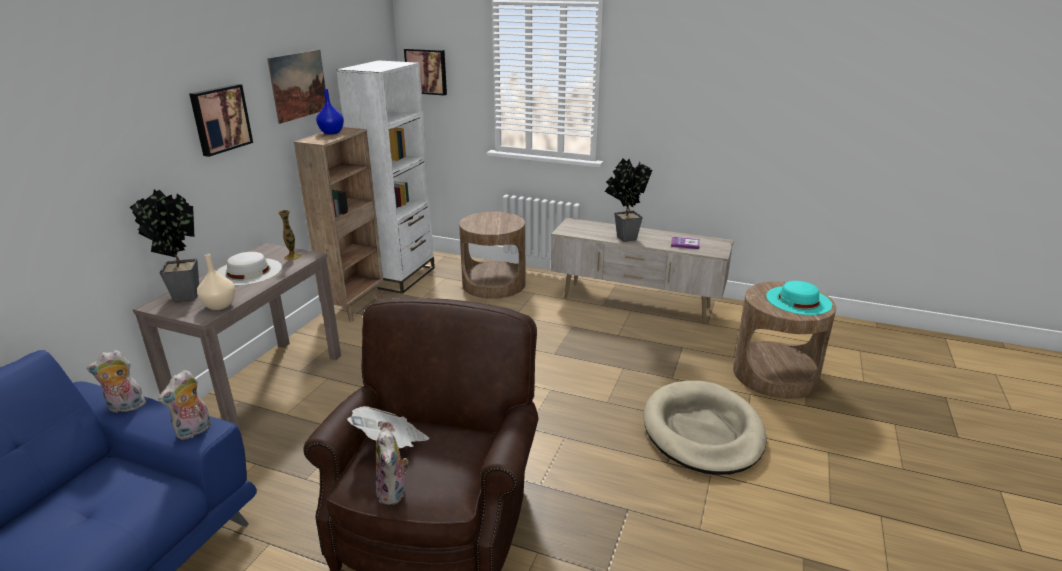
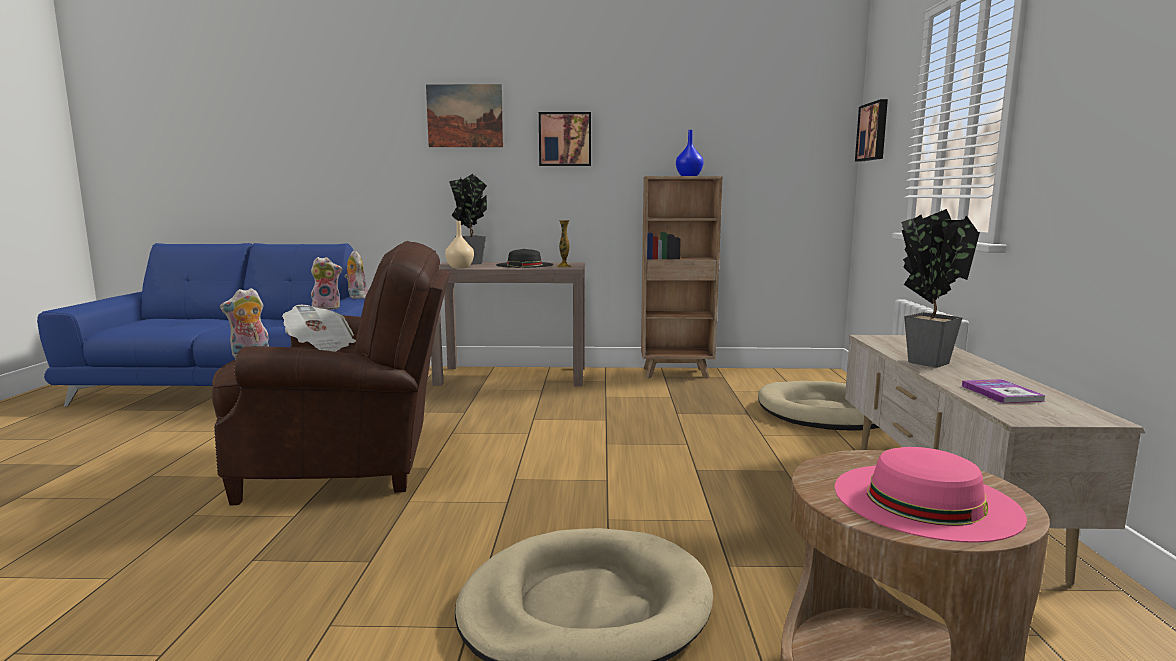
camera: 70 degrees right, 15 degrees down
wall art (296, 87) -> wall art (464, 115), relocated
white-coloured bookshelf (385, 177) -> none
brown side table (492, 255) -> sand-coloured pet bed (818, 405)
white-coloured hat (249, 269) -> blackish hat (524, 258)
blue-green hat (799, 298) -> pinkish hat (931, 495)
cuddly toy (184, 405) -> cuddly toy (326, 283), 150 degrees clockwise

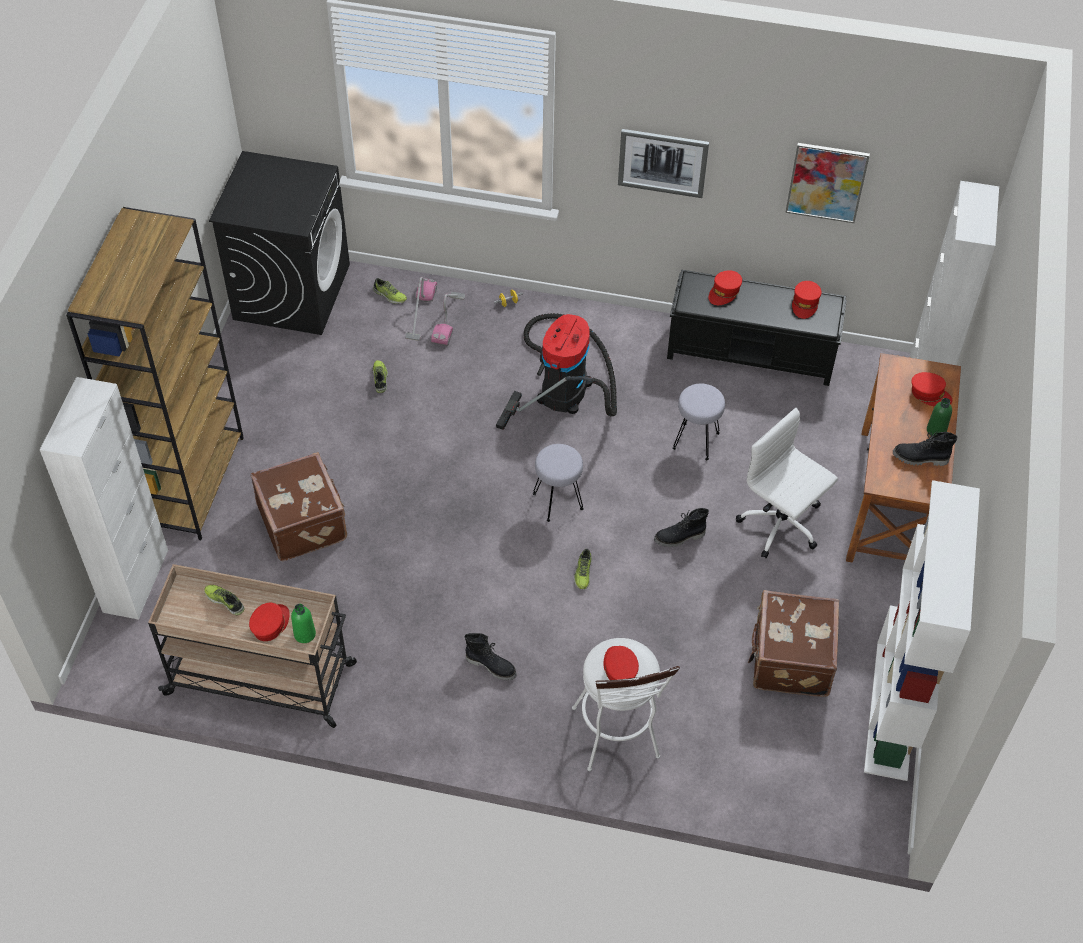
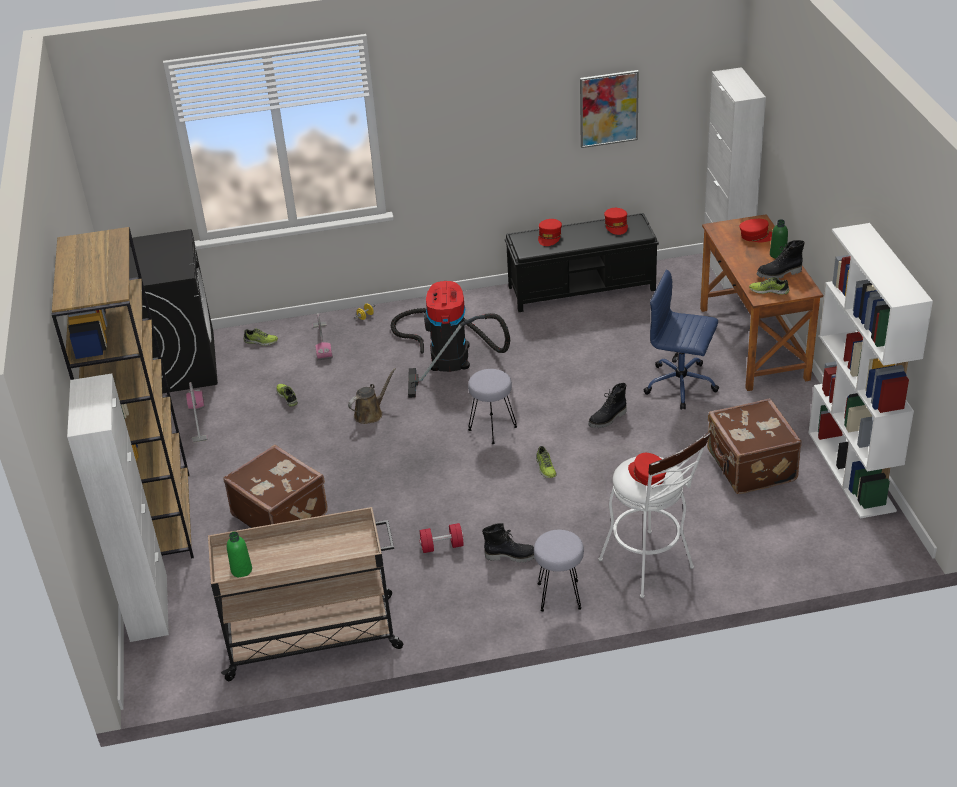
camera: 20 degrees left, 15 degrees down
wall art (663, 163) -> none
hoover (421, 309) -> hoover (197, 412), relocated
grey stool seat (698, 422) -> grey stool seat (559, 571), relocated
white-coloured office chair (787, 483) -> bluish office chair (681, 339)
item of footwear (224, 600) -> item of footwear (769, 286), relocated
red baseball cap (269, 622) -> none
green beverage bottle (303, 623) -> green beverage bottle (239, 555), relocated
none -> brown watering pot (372, 396)
none -> red free weight (441, 538)

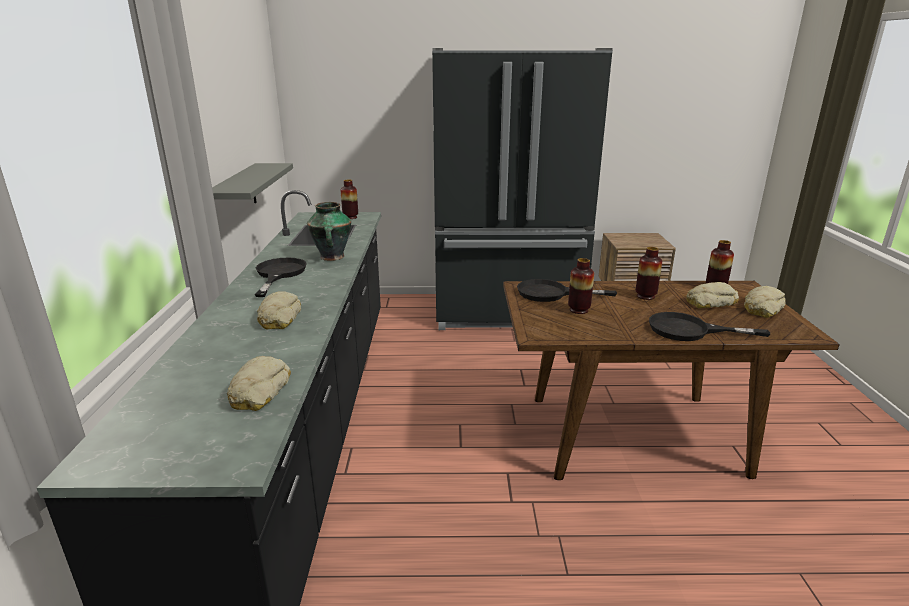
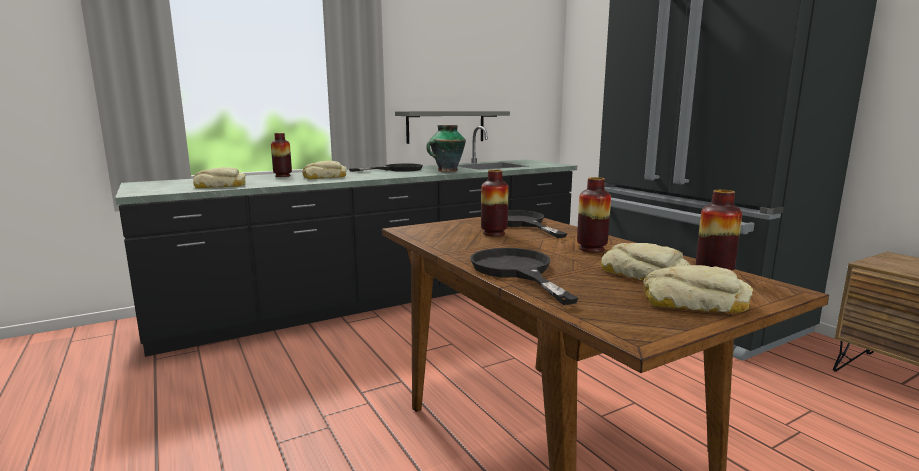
camera: 60 degrees right, 10 degrees down
flower vase (349, 199) -> flower vase (281, 155), relocated

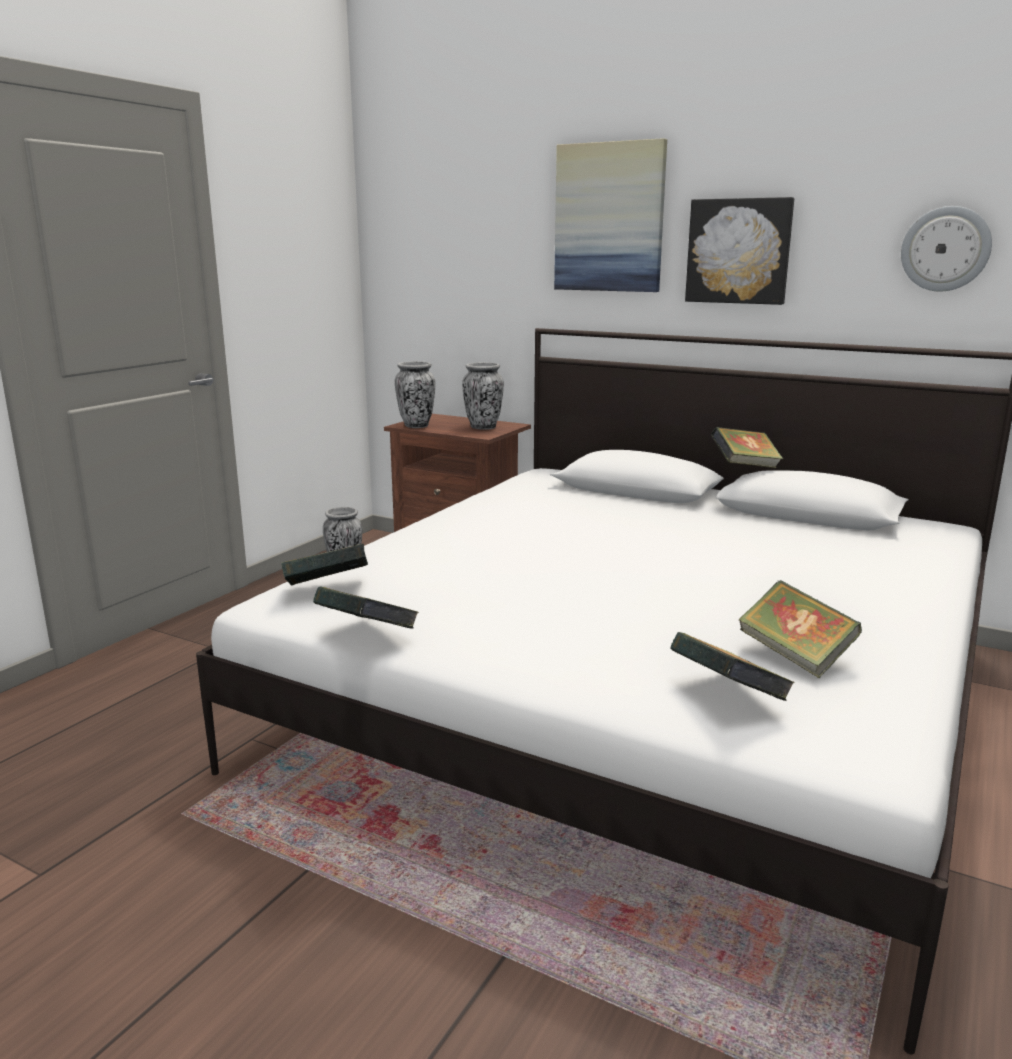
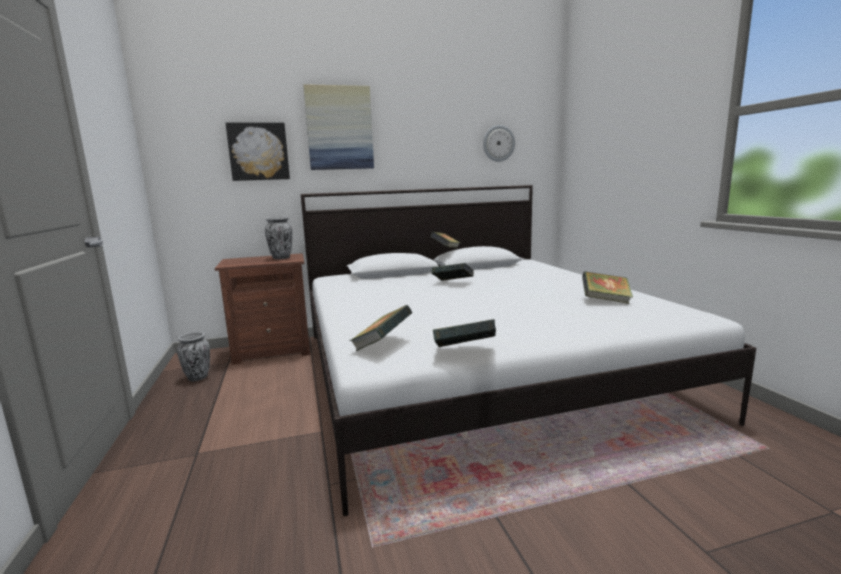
camera: 45 degrees left, 5 degrees down
wall art (739, 251) -> wall art (257, 151), relocated
flower vase (415, 394) -> none
volume (732, 666) -> volume (452, 272), relocated

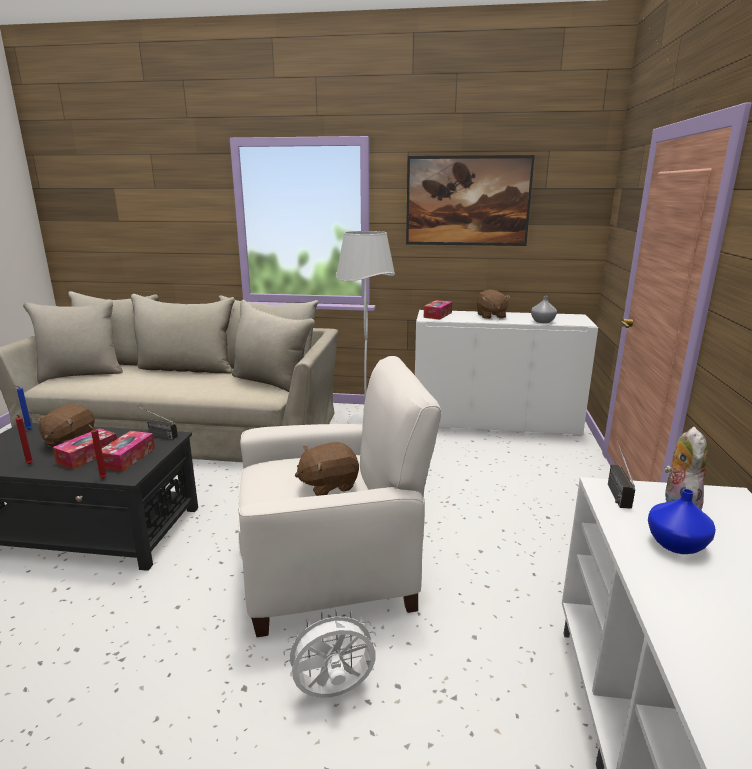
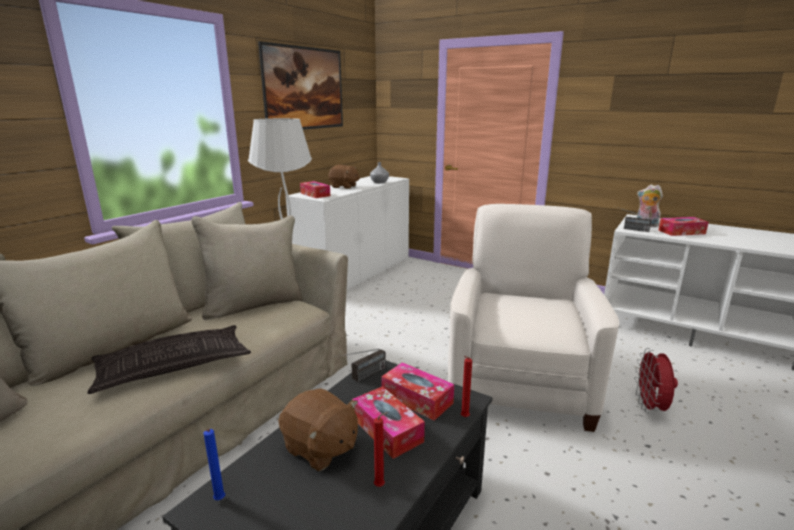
camera: 65 degrees left, 0 degrees up
brown cuddly toy (327, 469) -> none
bluish flower vase (682, 521) -> tissue box (683, 226)
white-coloured electric fan (329, 653) -> red electric fan (656, 380)
none -> throw pillow (169, 359)

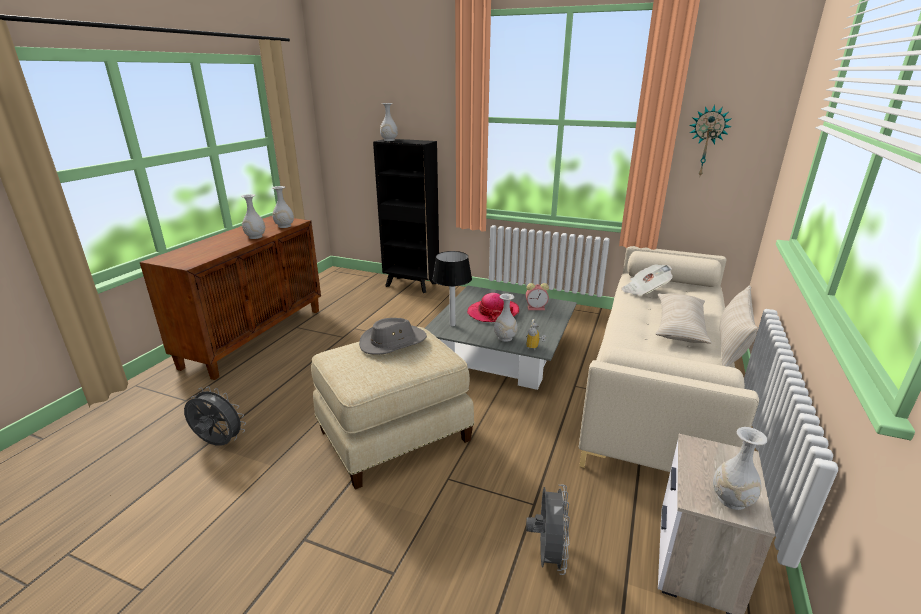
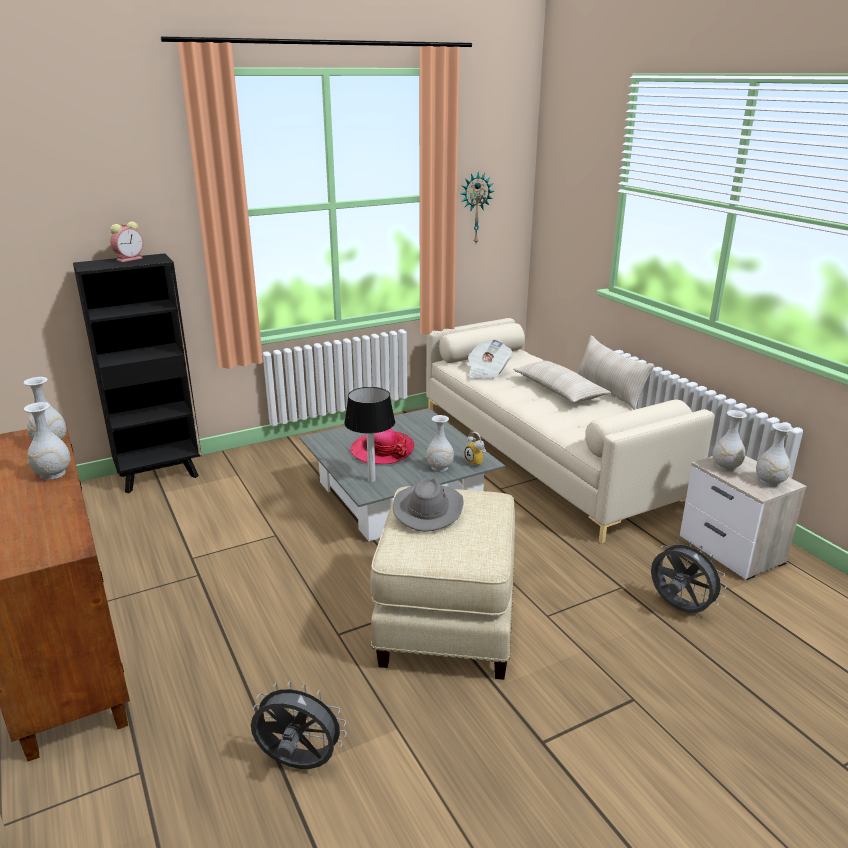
camera: 50 degrees left, 0 degrees up
white-coloured flower vase (389, 122) -> white-coloured flower vase (730, 441), relocated
table clock (537, 296) -> table clock (126, 242), relocated
grey electric fan (215, 416) -> grey electric fan (299, 725), 45 degrees clockwise

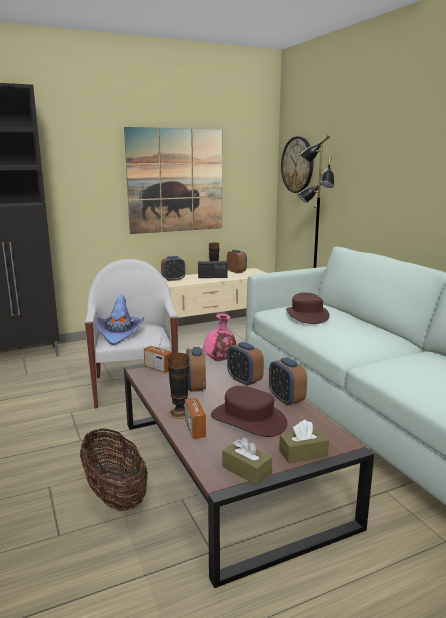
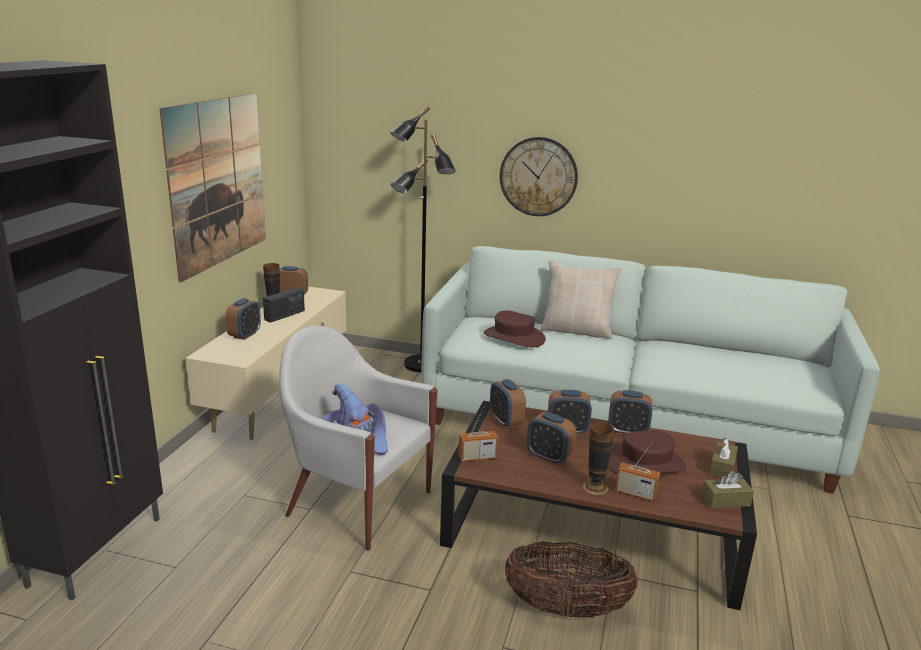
camera: 50 degrees left, 5 degrees up
hanging clock (297, 164) -> hanging clock (539, 176), relocated
pinkish flower vase (219, 337) -> table clock (508, 403)
none -> sand-coloured throw pillow (580, 299)

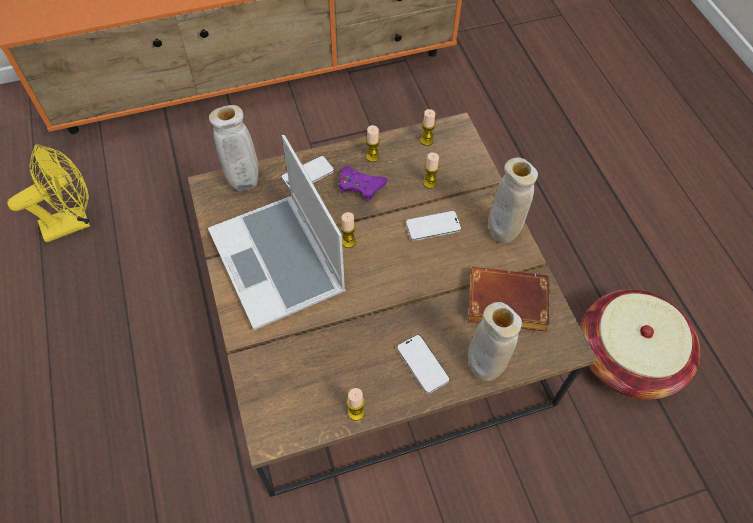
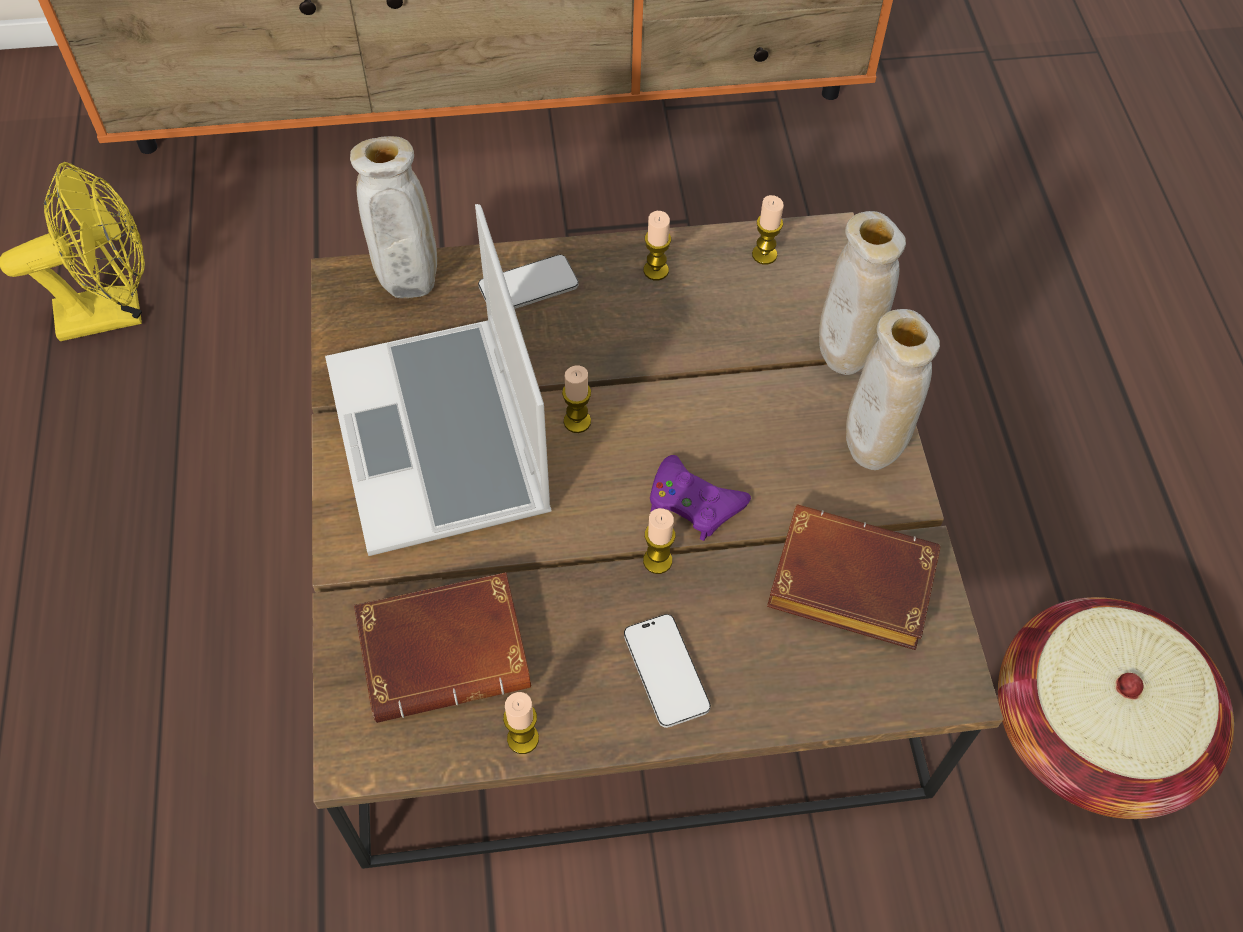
camera: 10 degrees right, 0 degrees up
wax candle (431, 170) -> wax candle (659, 541), relocated
purplish joypad (363, 184) -> purplish joypad (700, 498), relocated
telephone (434, 226) -> none
sand-coloured flower vase (495, 341) -> sand-coloured flower vase (862, 293), relocated
none -> brown volume (442, 647)

